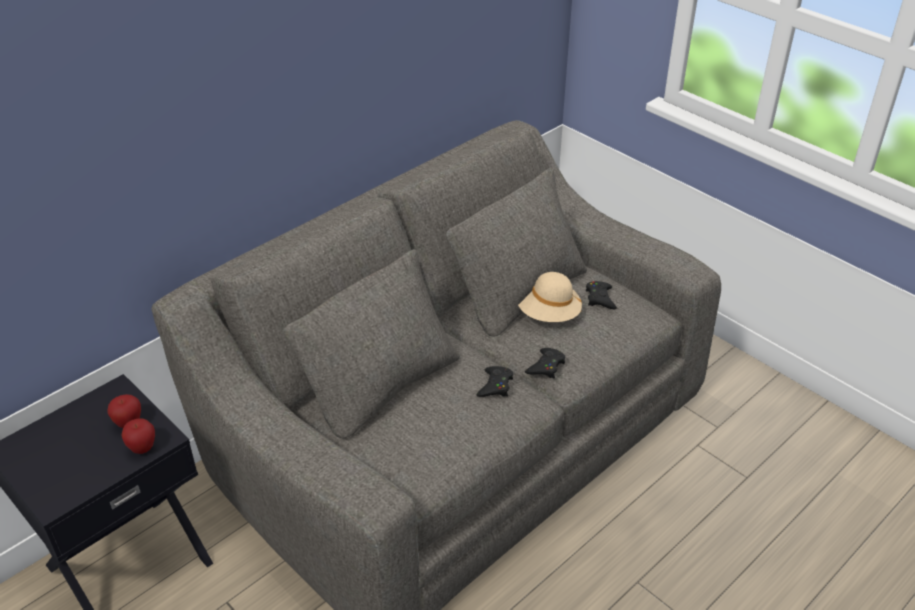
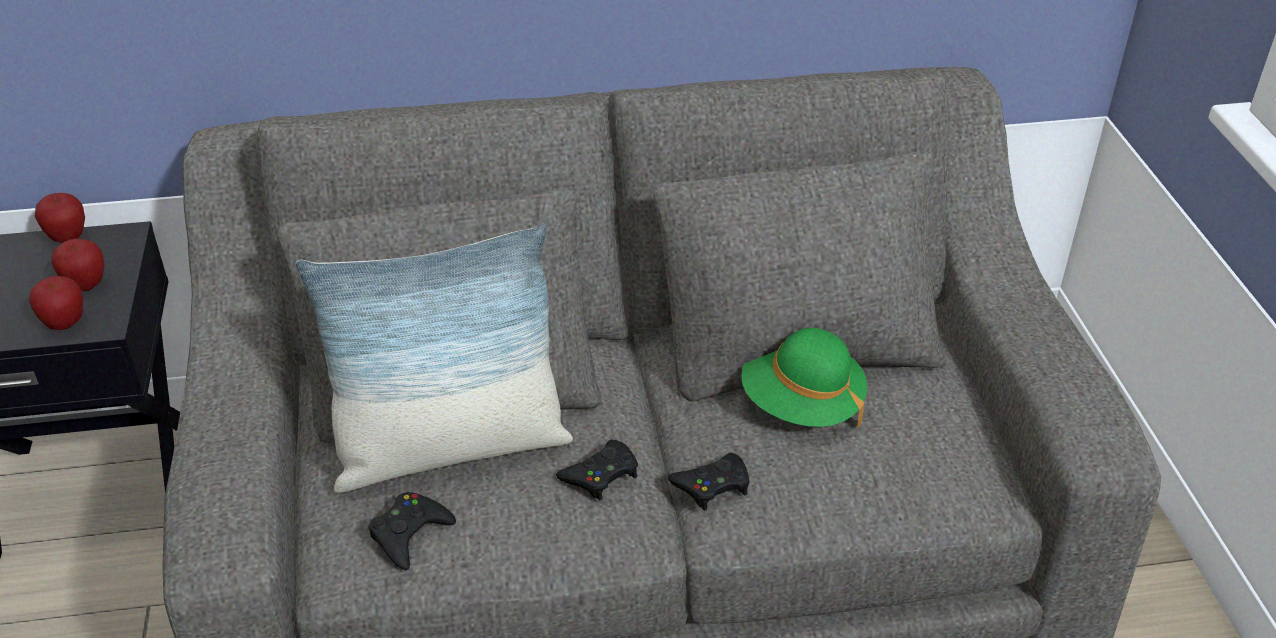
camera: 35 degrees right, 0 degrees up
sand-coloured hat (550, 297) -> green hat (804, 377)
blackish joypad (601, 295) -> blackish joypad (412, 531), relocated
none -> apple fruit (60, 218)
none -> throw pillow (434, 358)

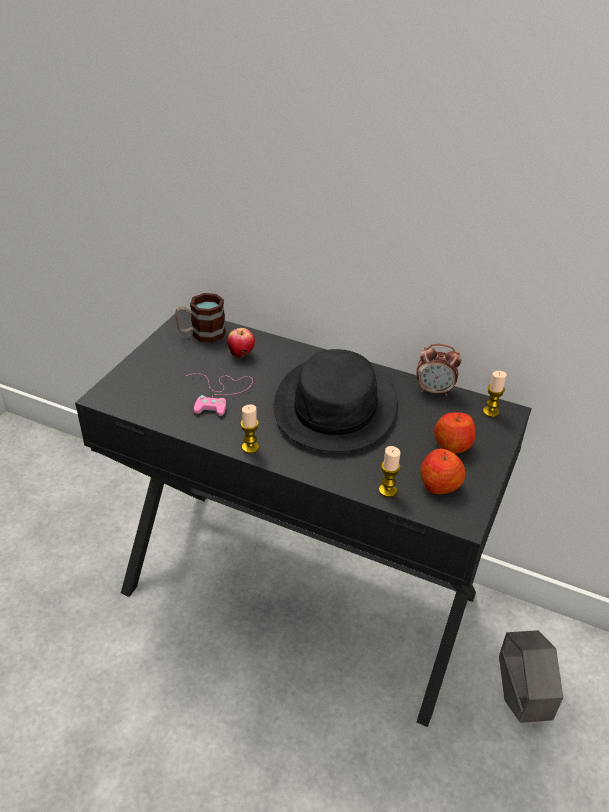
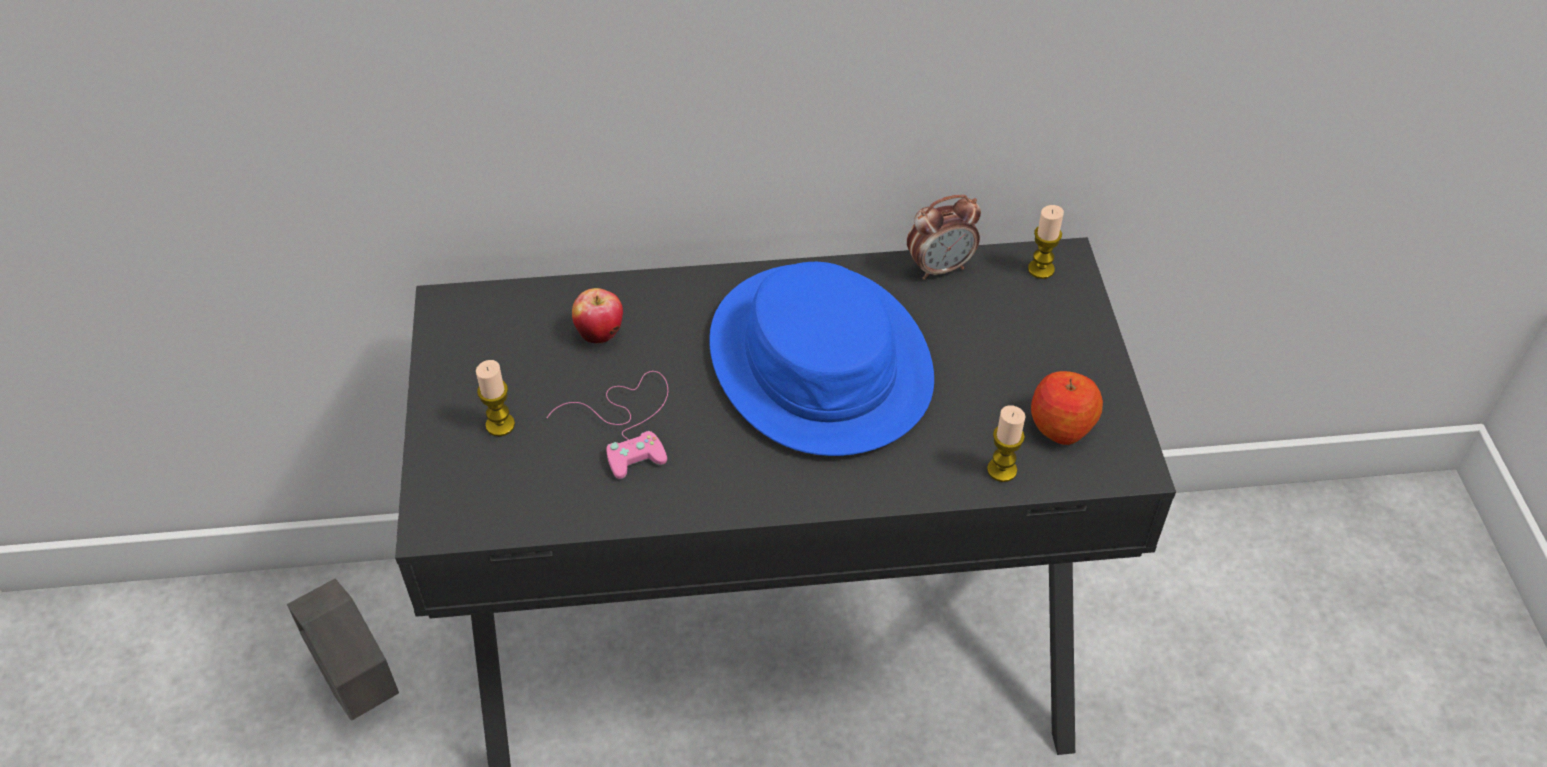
camera: 30 degrees left, 10 degrees up
mug (200, 318) -> none
blackish hat (336, 400) -> bluish hat (821, 359)
wax candle (250, 429) -> wax candle (495, 398), relocated
apple fruit (455, 433) -> none
grey flower pot (531, 676) -> grey flower pot (343, 650), relocated

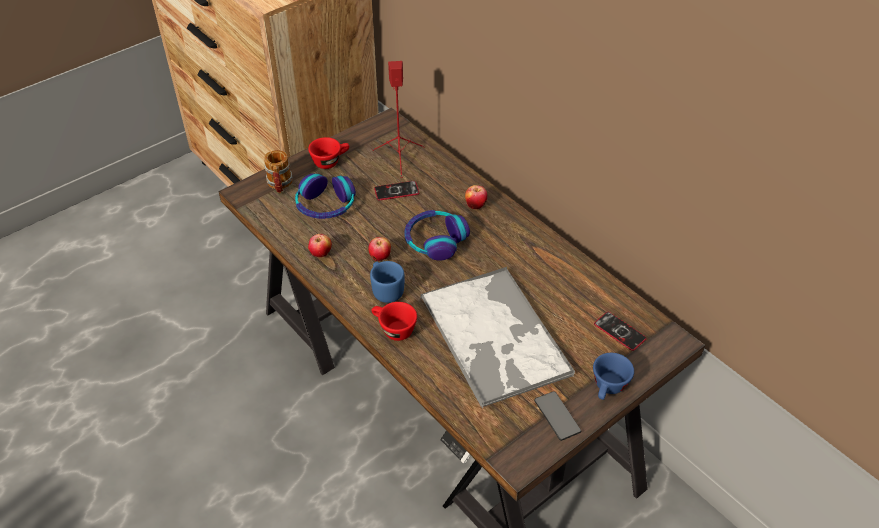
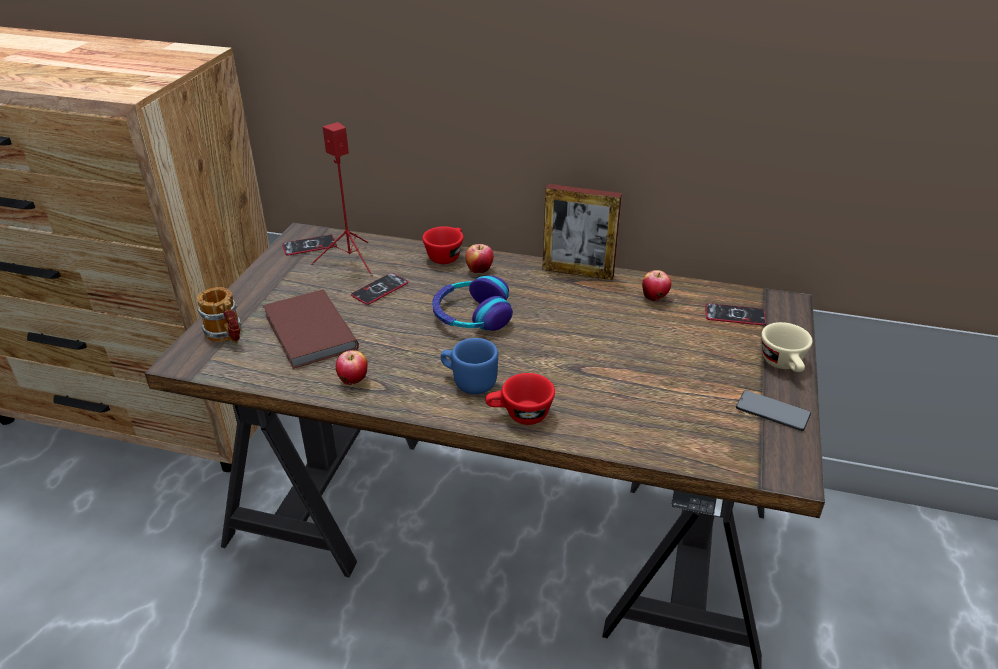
camera: 35 degrees left, 10 degrees down
red cup (328, 153) -> red cup (442, 245), relocated
headphones (325, 196) -> brown volume (311, 329)
apple fruit (379, 249) -> apple fruit (656, 286), relocated
tray (498, 338) -> none
bluish cup (613, 376) -> sand-coloured cup (786, 347)
none -> photo frame (582, 232)
none -> telephone (309, 245)

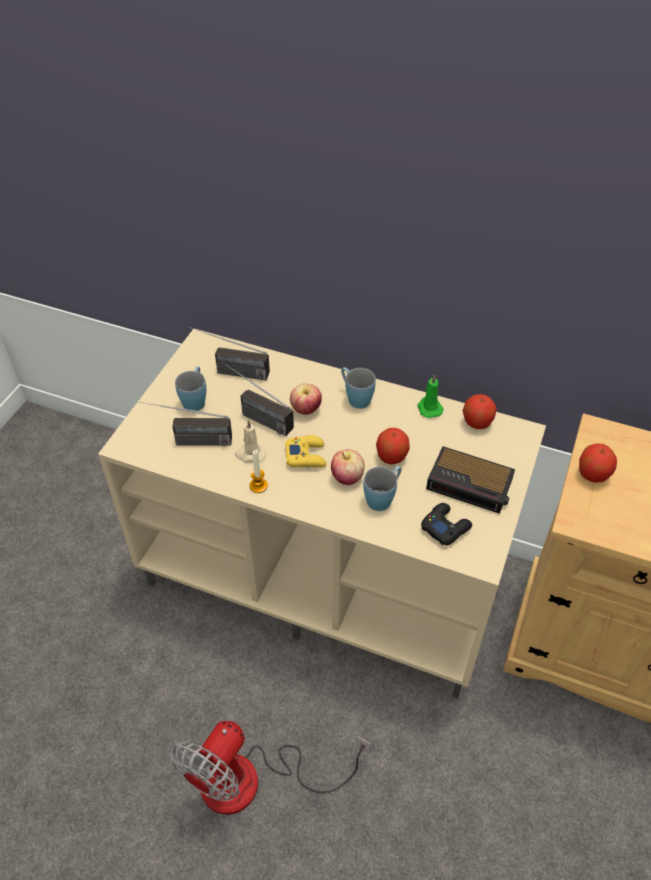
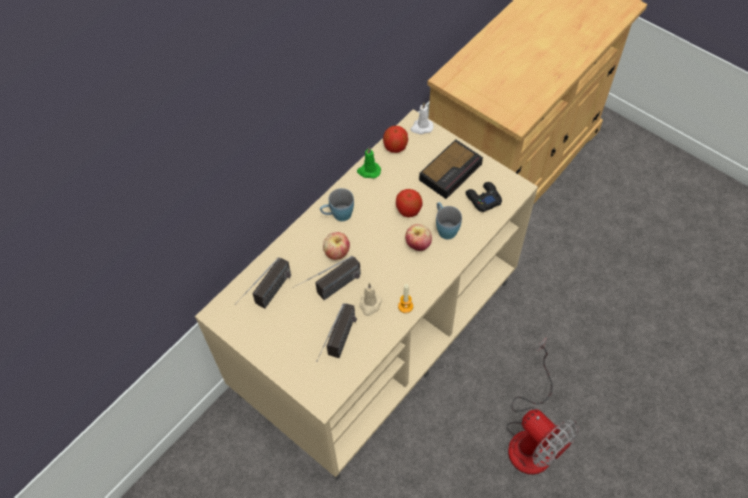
camera: 70 degrees left, 10 degrees up
bluish mug (190, 388) -> none
yellowish joypad (305, 451) -> none
apple fruit (598, 463) -> none
none -> white-coloured wax candle (422, 118)

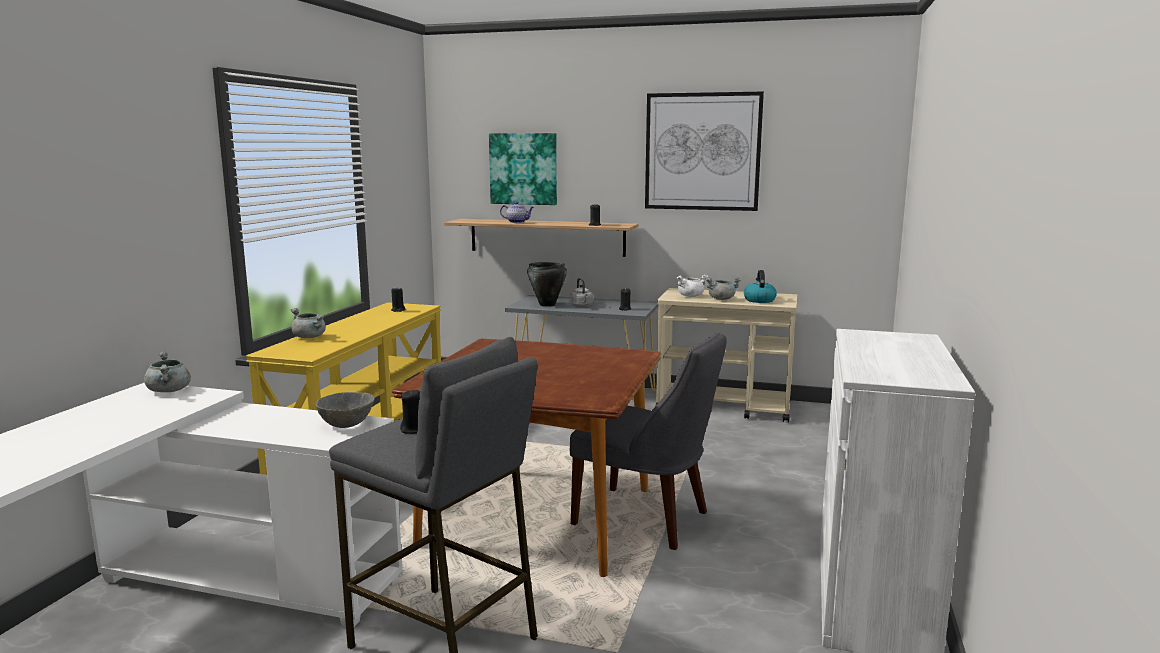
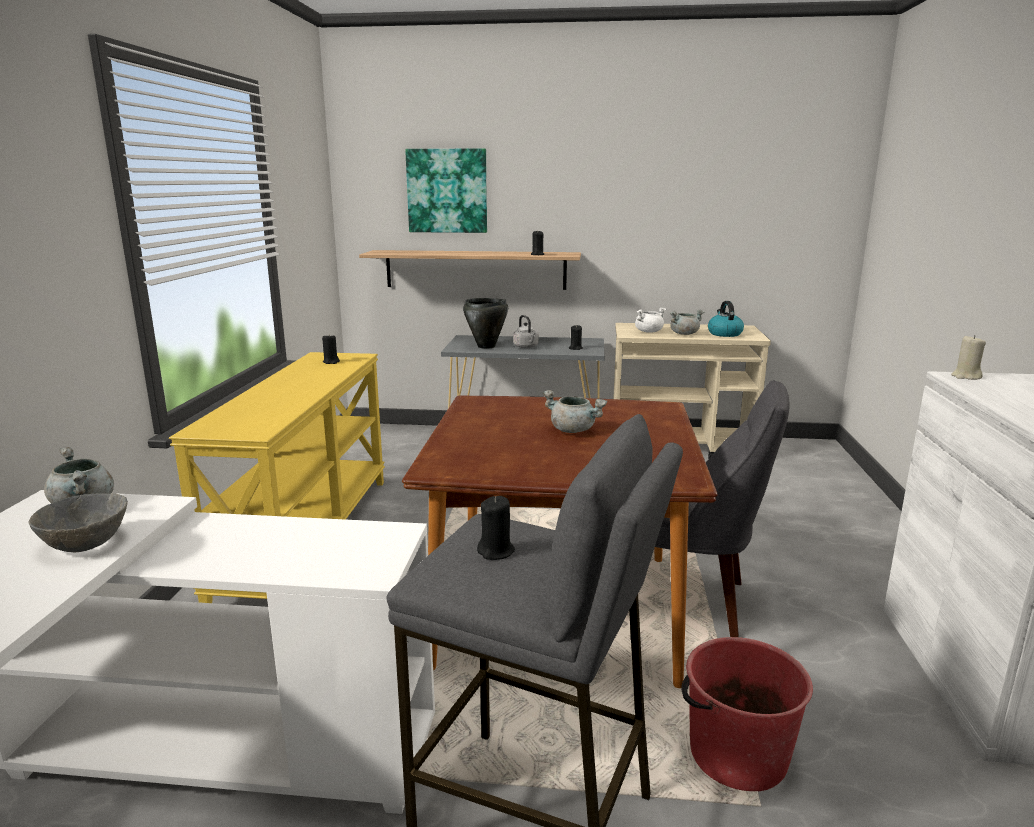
camera: 10 degrees left, 5 degrees up
wall art (704, 151) -> none
tea pot (517, 212) -> none
grey saucepot (308, 323) -> grey saucepot (575, 411), relocated
grey bowl (345, 410) -> grey bowl (78, 523), relocated
none -> sand-coloured wax candle (968, 357)
none -> red pail (747, 714)

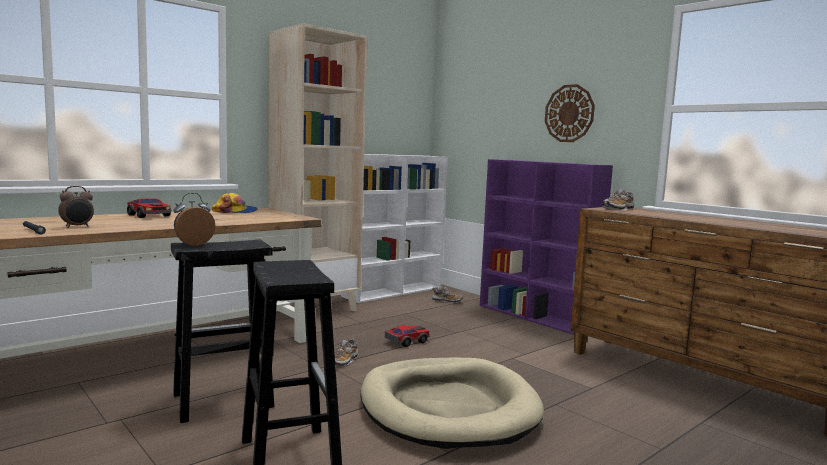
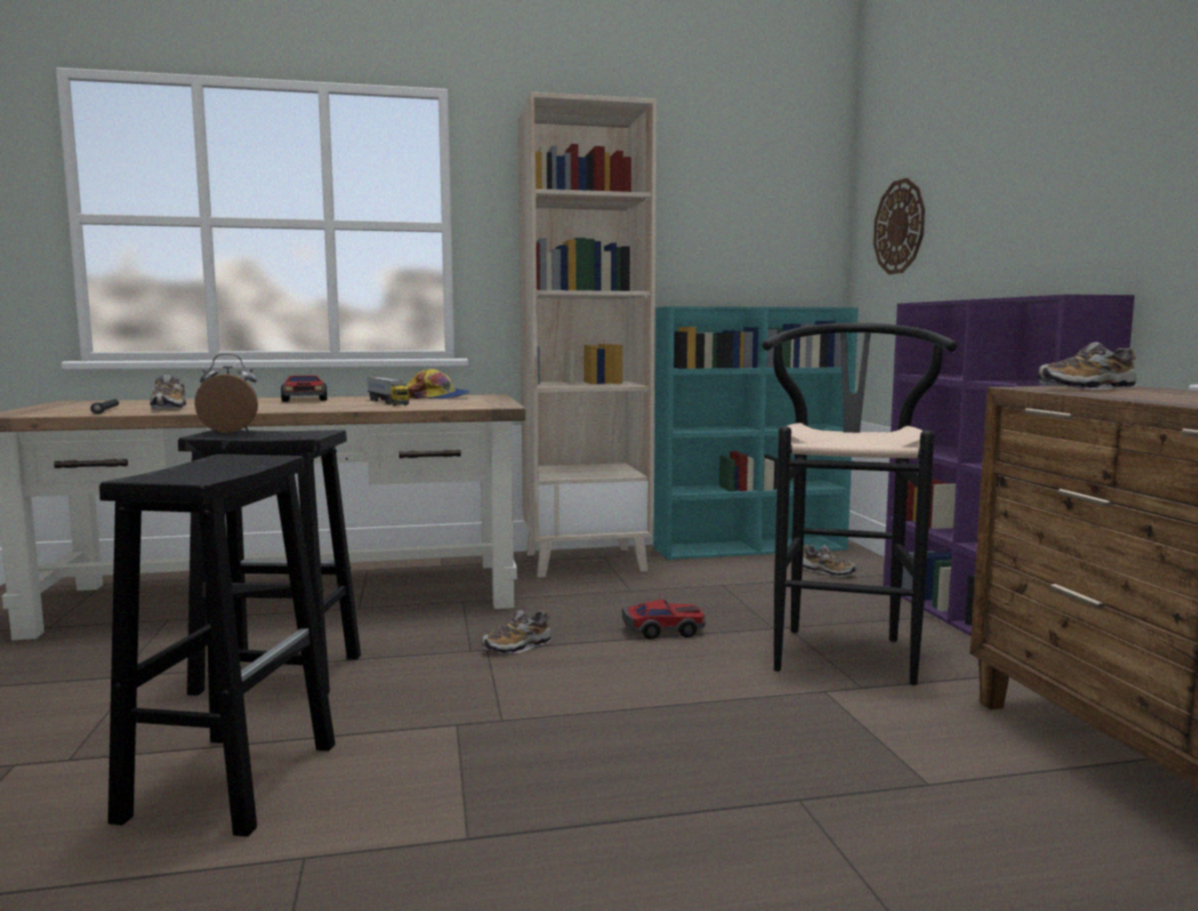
camera: 30 degrees right, 0 degrees up
hanging clock (570, 113) -> hanging clock (899, 226), relocated
white-coloured bookshelf (394, 228) -> blue-green bookshelf (755, 433)
table clock (76, 207) -> item of footwear (168, 392)
sand-coloured pet bed (452, 403) -> none
none -> blackish stool seat (860, 504)
none -> model truck (388, 391)

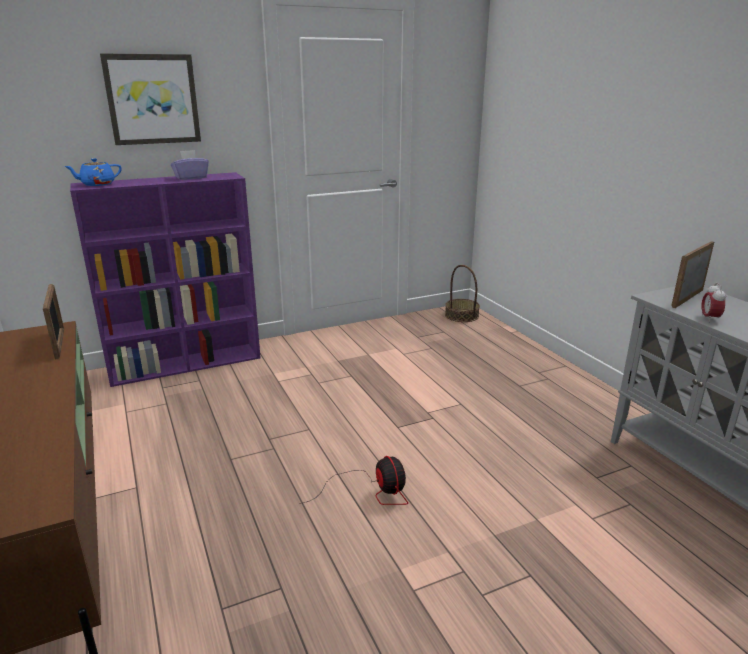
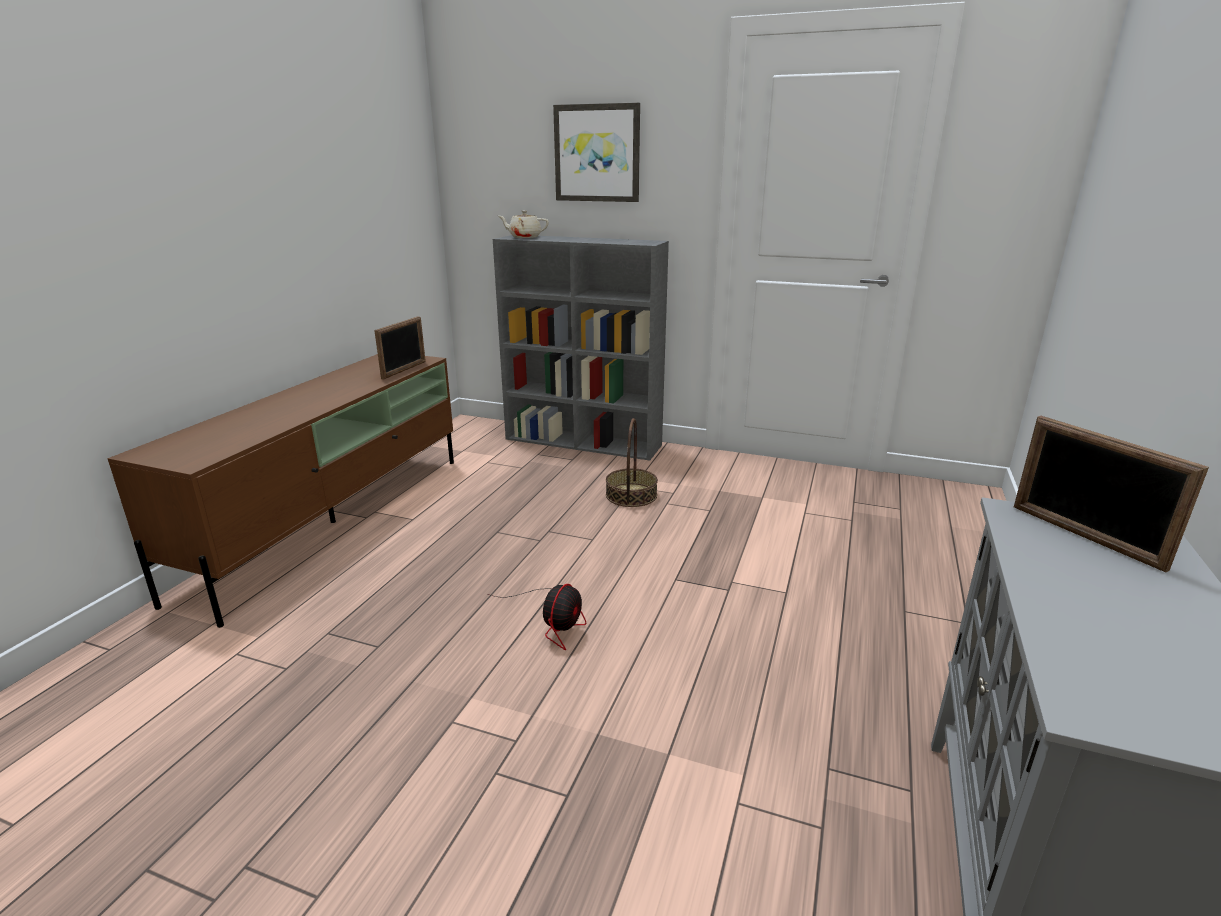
camera: 45 degrees right, 0 degrees up
purplish tissue box (190, 165) -> none
bluish tea pot (93, 172) -> sand-coloured tea pot (524, 224)
purplish bookshelf (165, 279) -> grey bookshelf (581, 348)
photo frame (693, 274) -> photo frame (1111, 494), 120 degrees counterclockwise
household basket (462, 293) -> household basket (632, 462), relocated
table clock (714, 302) -> none

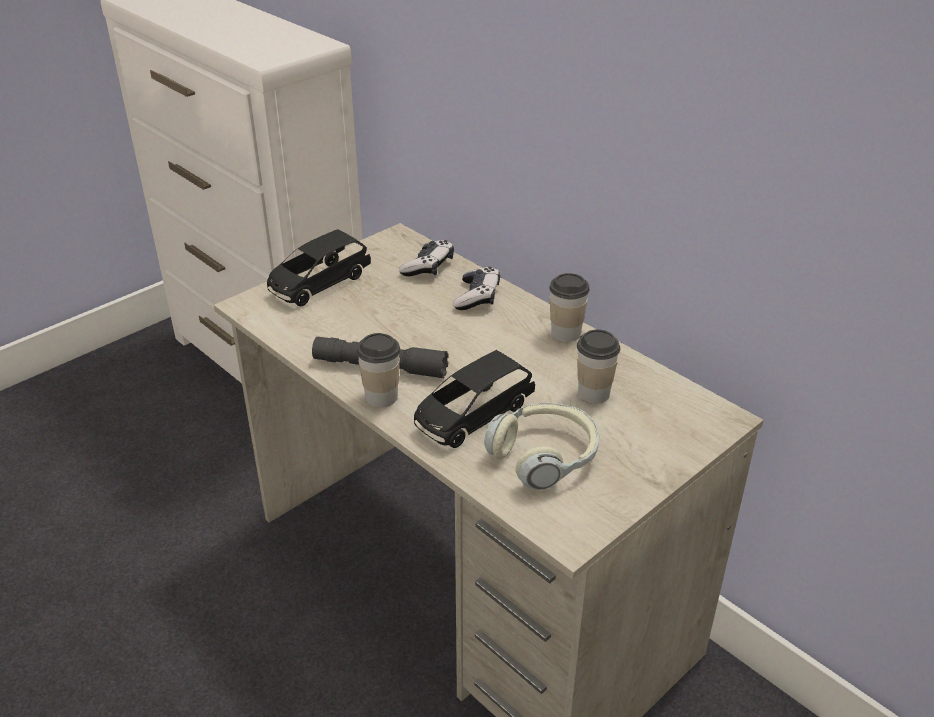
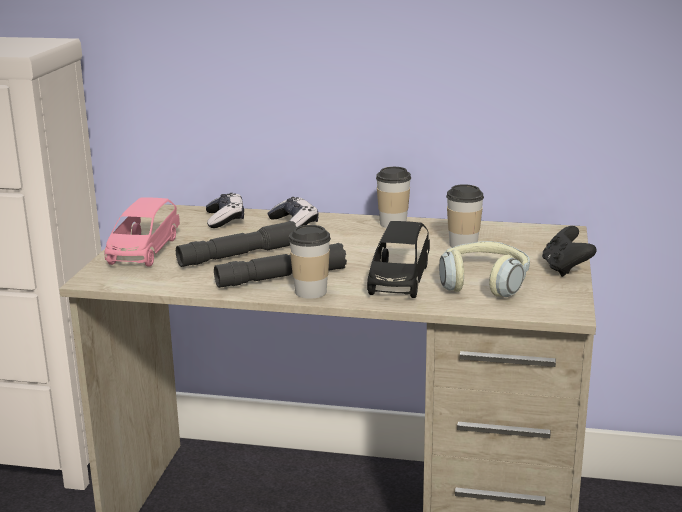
camera: 35 degrees left, 15 degrees down
blackish toy car (319, 267) -> pinkish toy car (142, 232)
none -> grey hand torch (236, 244)
none -> blackish joypad (569, 251)

